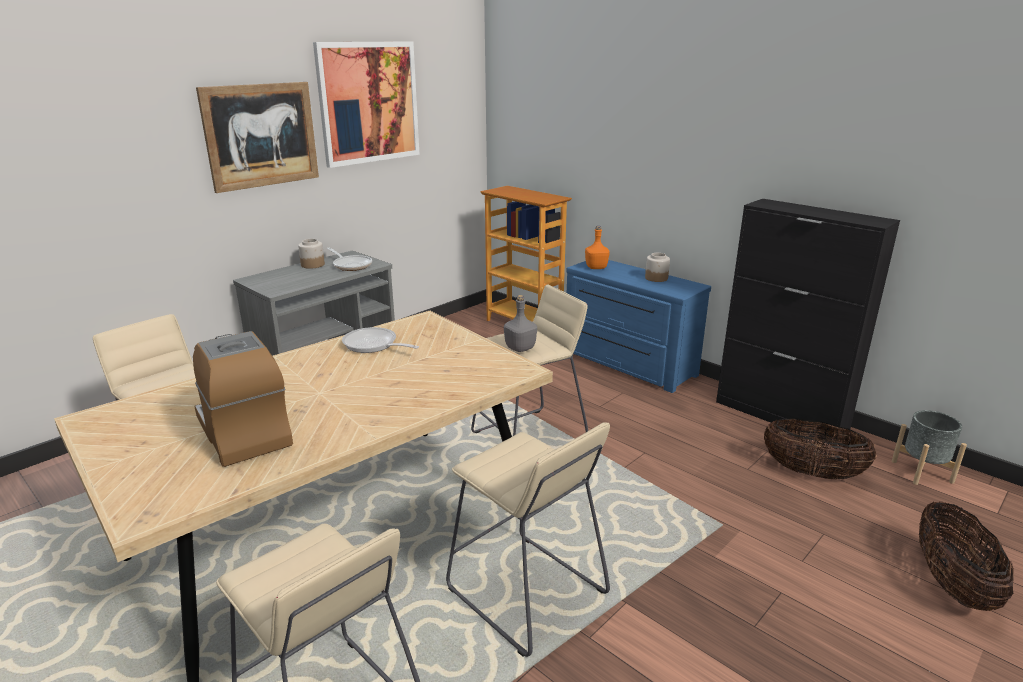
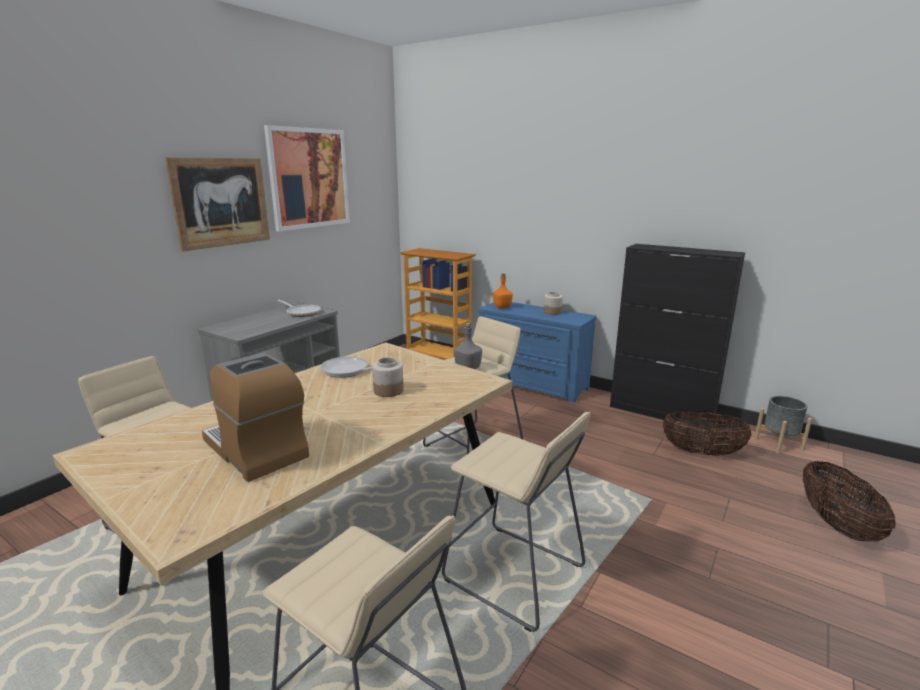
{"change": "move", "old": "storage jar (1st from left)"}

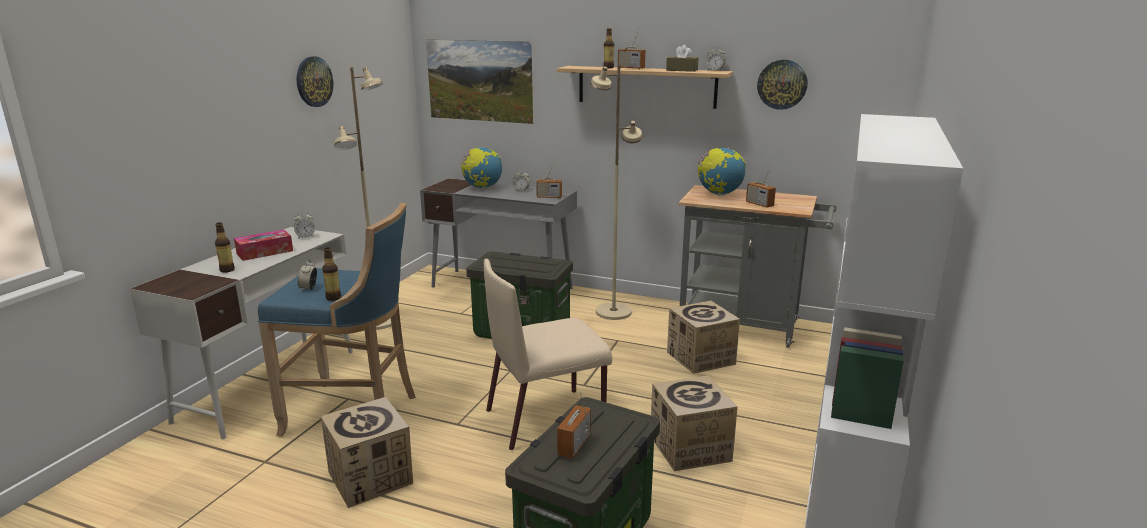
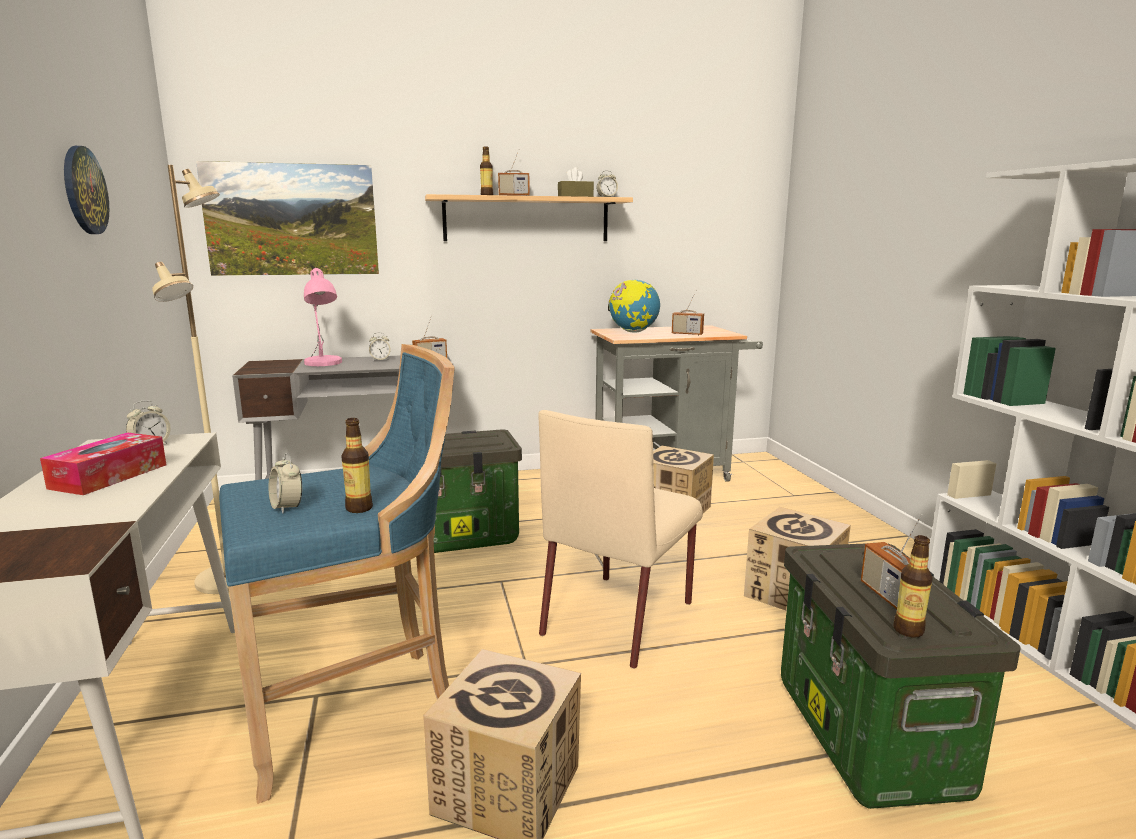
{"change": "replace", "old": "globe (1st from left)", "new": "pinkish tabletop lamp"}
{"change": "move", "old": "drink bottle (1st from left in the first image)", "new": "drink bottle (3rd from left)"}
{"change": "delete", "old": "sand-coloured standing lamp (2nd from left)"}
{"change": "delete", "old": "clock on the wall (2nd from left)"}

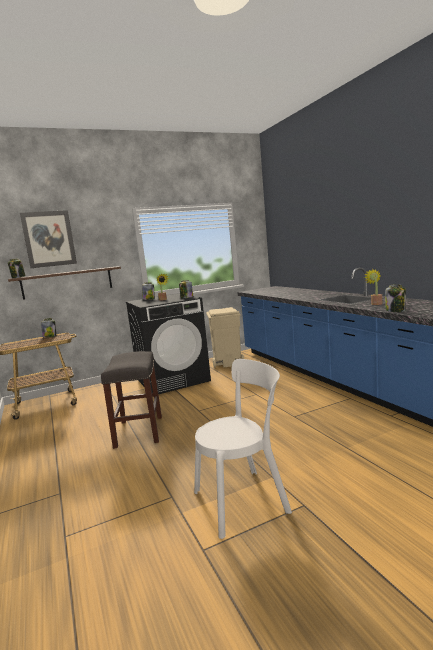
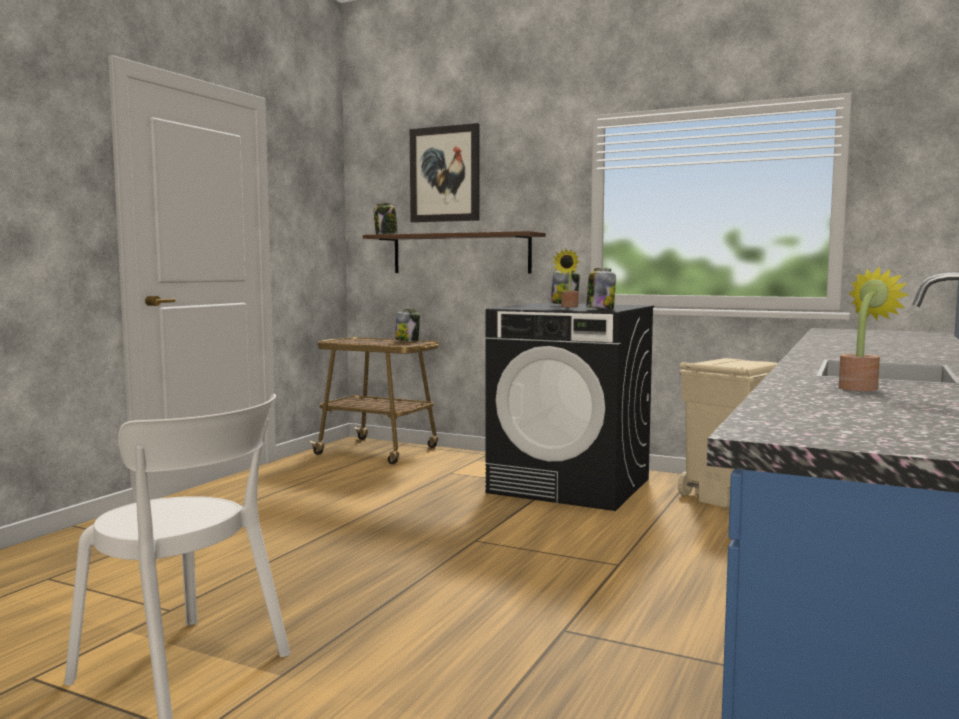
{"change": "delete", "old": "greyish stool"}
{"change": "delete", "old": "storage jar (5th from left)"}

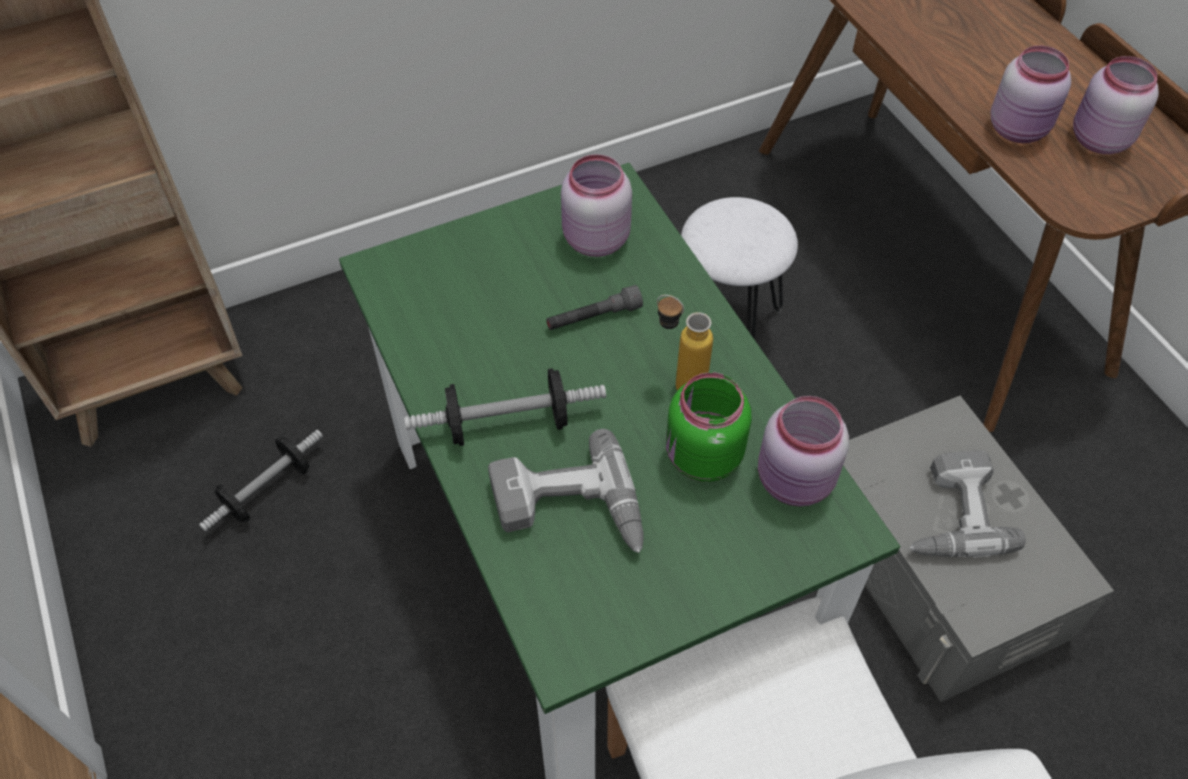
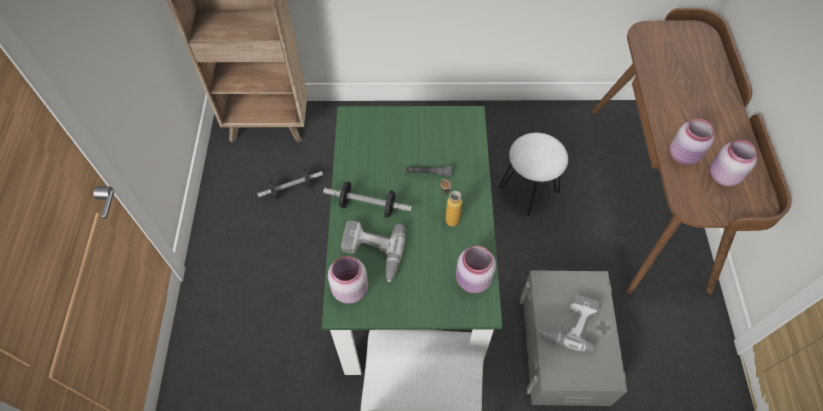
{"change": "move", "old": "pinkish storage jar (1st from left)"}
{"change": "delete", "old": "greenish storage jar"}

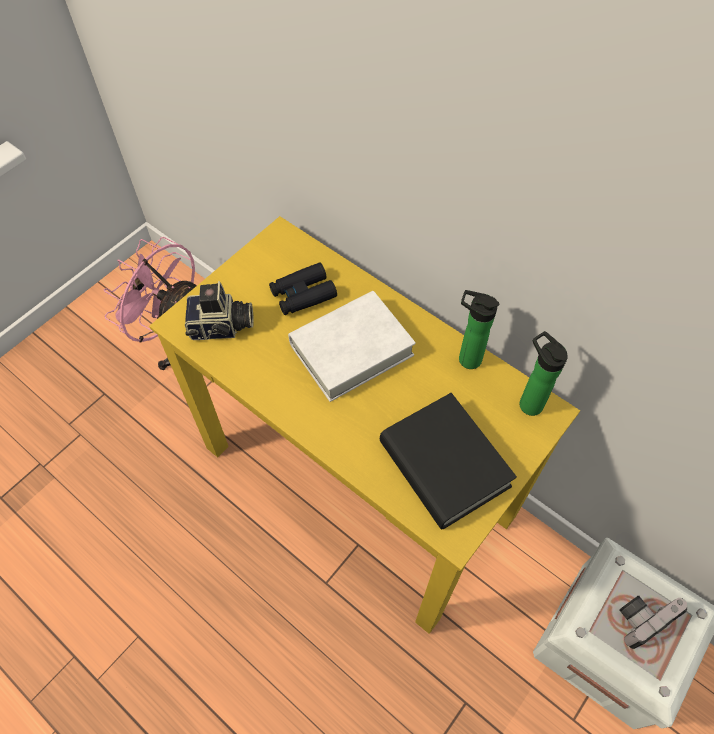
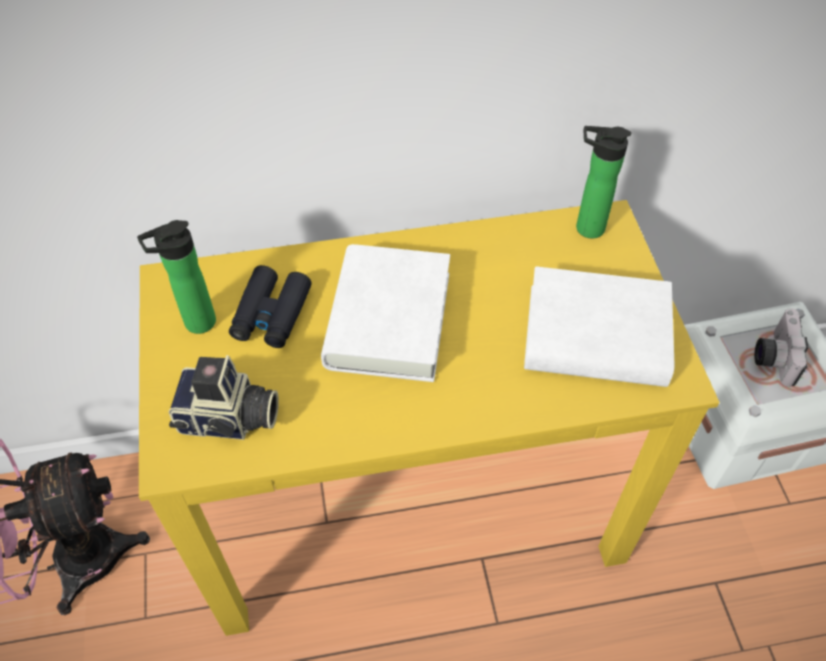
{"change": "move", "old": "drink bottle (1st from left)"}
{"change": "rotate", "old": "photo camera (1st from left)", "degrees": 60}
{"change": "recolor", "old": "black volume", "new": "white volume (2nd from left)"}

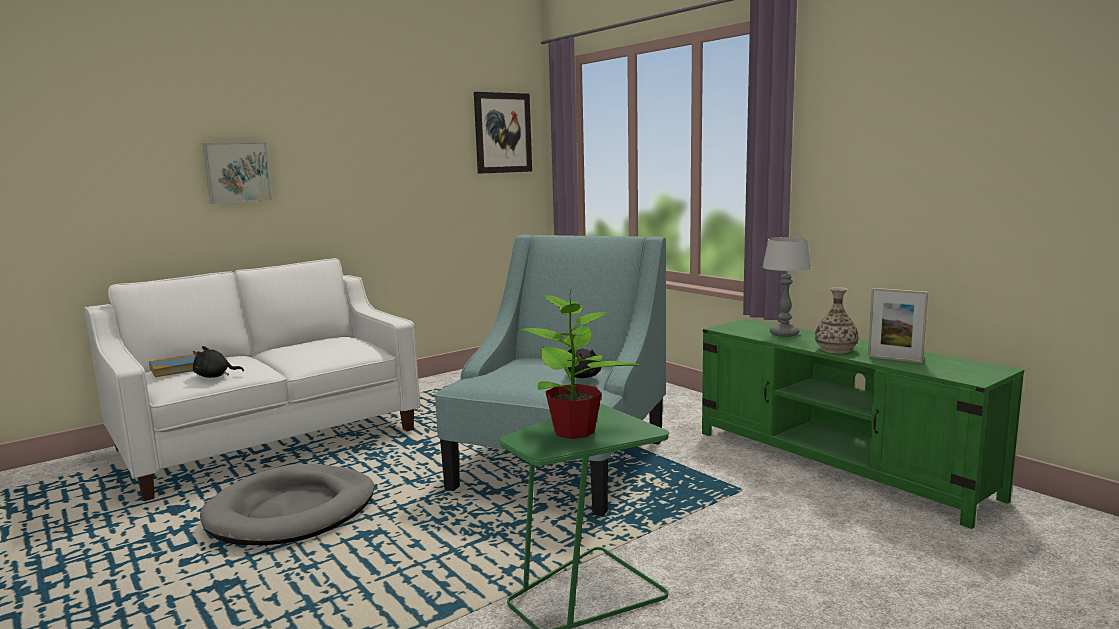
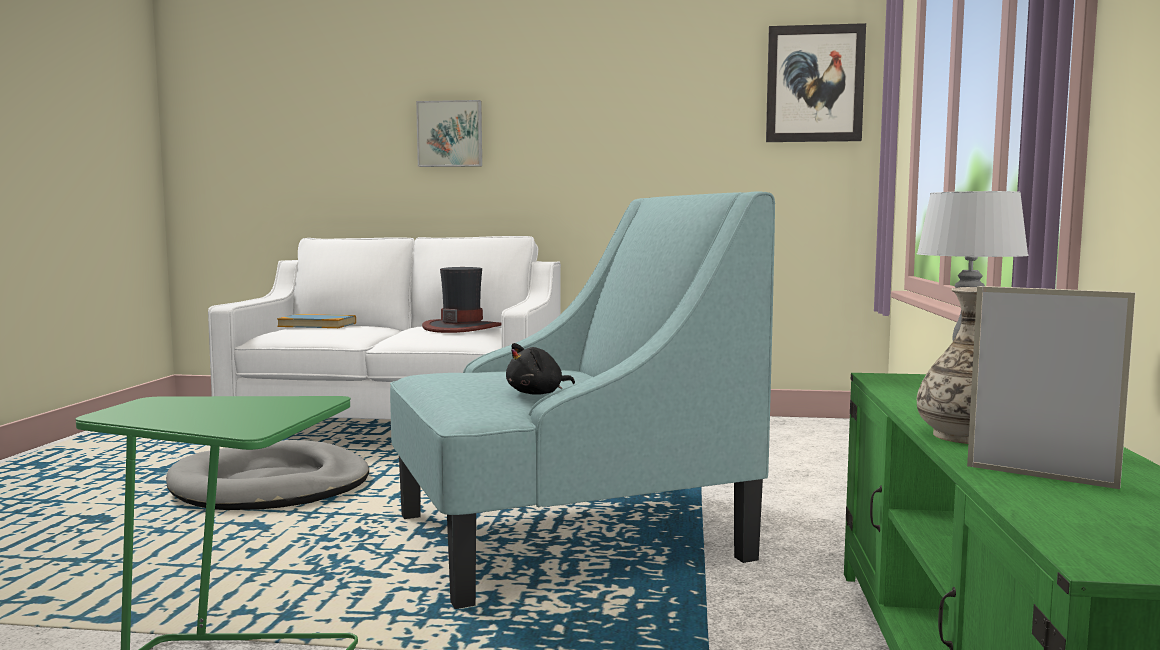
{"change": "insert", "new": "hat"}
{"change": "rotate", "old": "standing frame", "degrees": 135}
{"change": "delete", "old": "black plush toy (1st from left)"}
{"change": "delete", "old": "potted plant"}

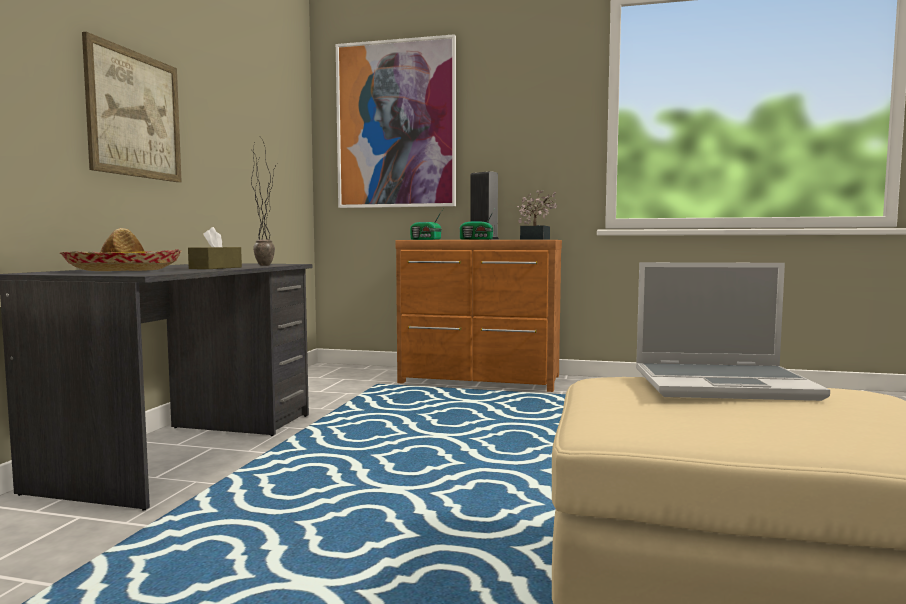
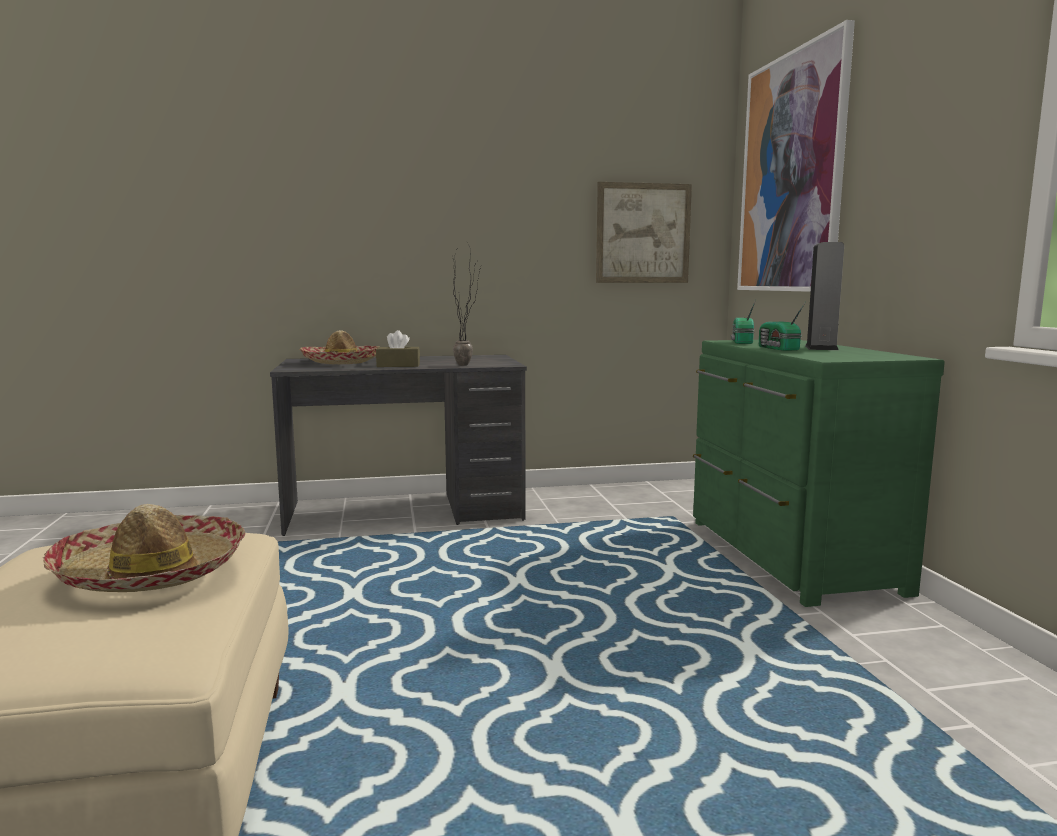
{"change": "replace", "old": "laptop", "new": "hat (1st from left)"}
{"change": "move", "old": "wall art (1st from left)"}
{"change": "recolor", "old": "brown-coloured chest of drawers", "new": "greenish chest of drawers"}
{"change": "delete", "old": "potted plant (2nd from left)"}

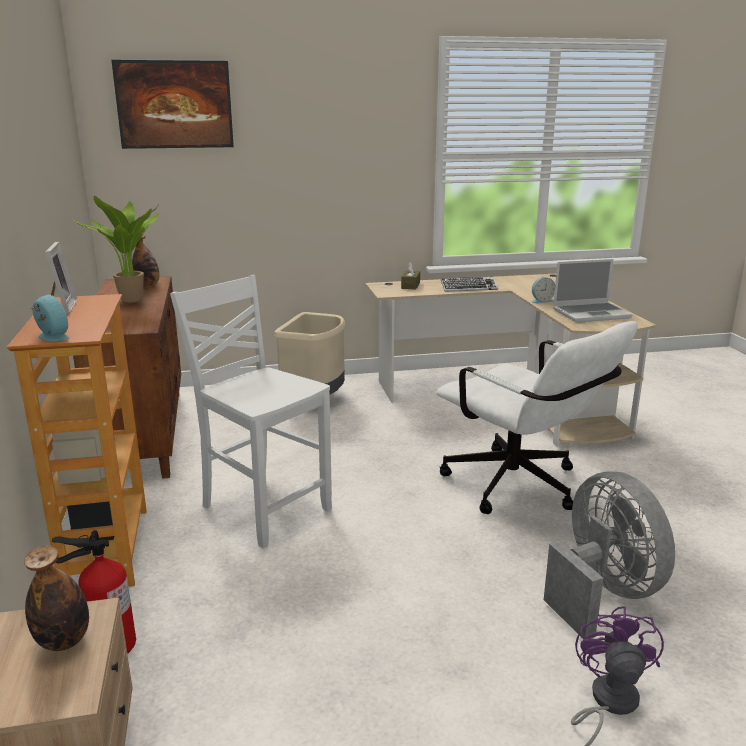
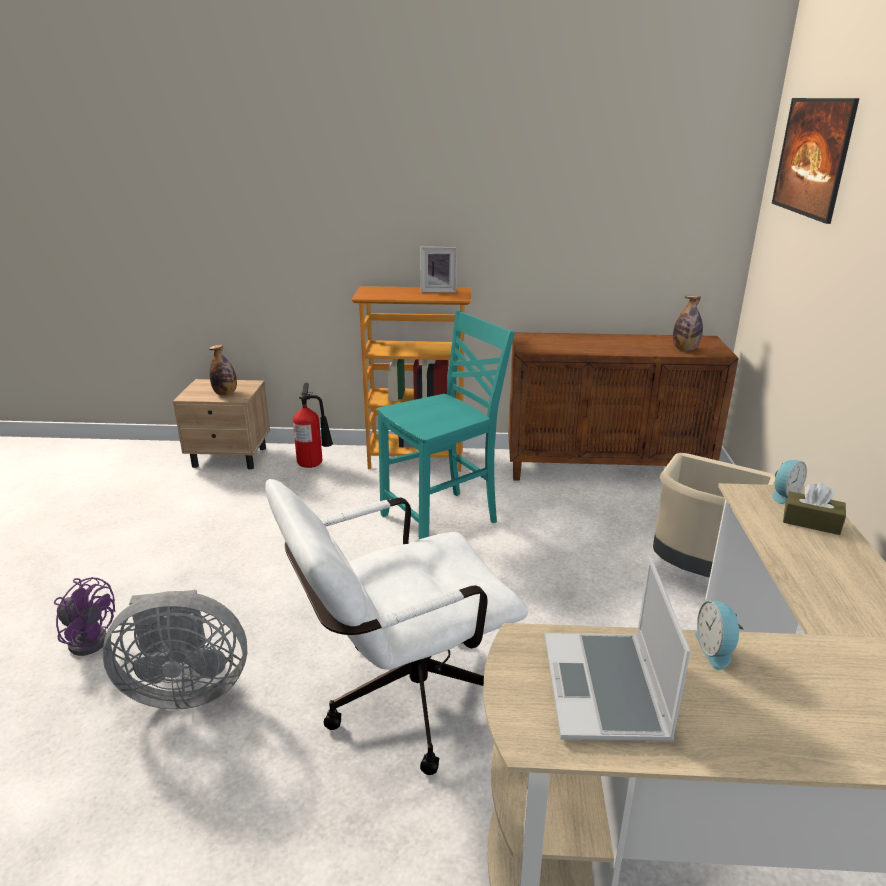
{"change": "recolor", "old": "white chair", "new": "turquoise chair"}
{"change": "move", "old": "alarm clock (1st from left in the first image)", "new": "alarm clock (2nd from left)"}
{"change": "delete", "old": "potted plant"}
{"change": "delete", "old": "keyboard"}

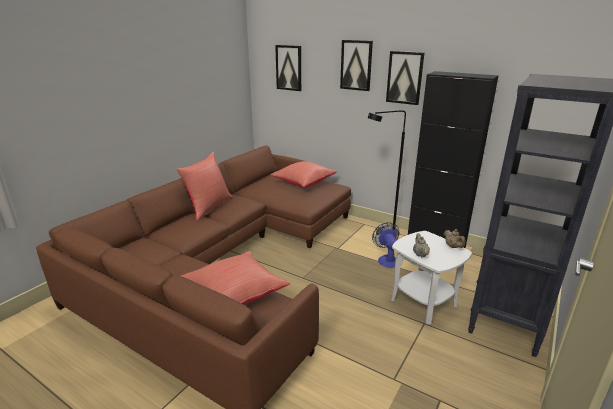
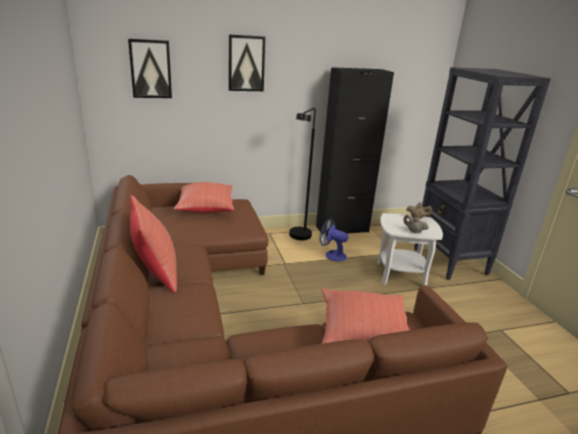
{"change": "delete", "old": "wall art (3rd from left)"}

